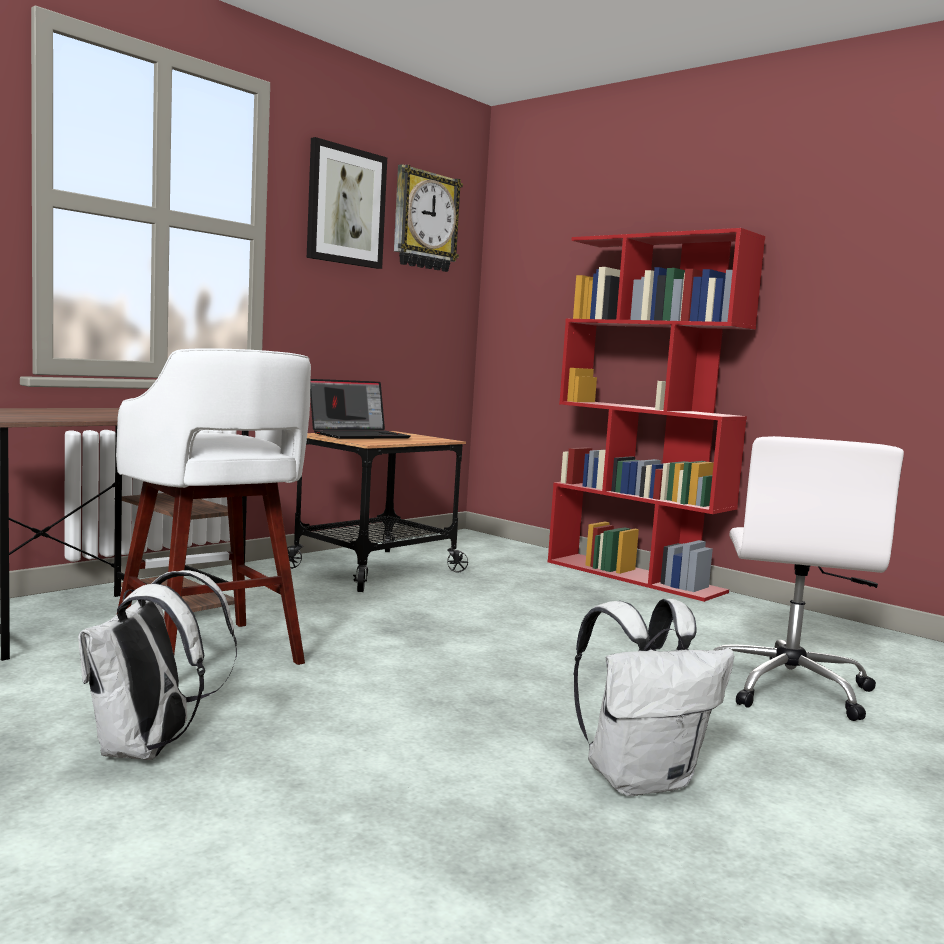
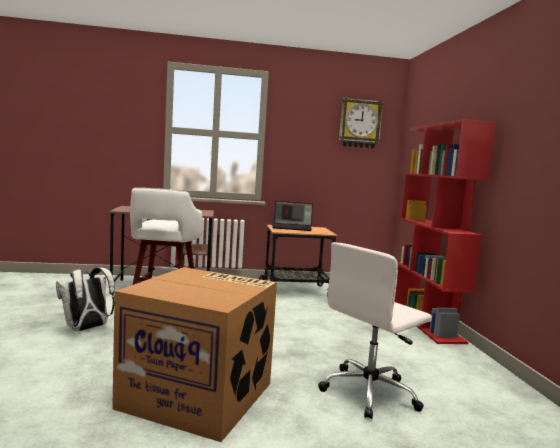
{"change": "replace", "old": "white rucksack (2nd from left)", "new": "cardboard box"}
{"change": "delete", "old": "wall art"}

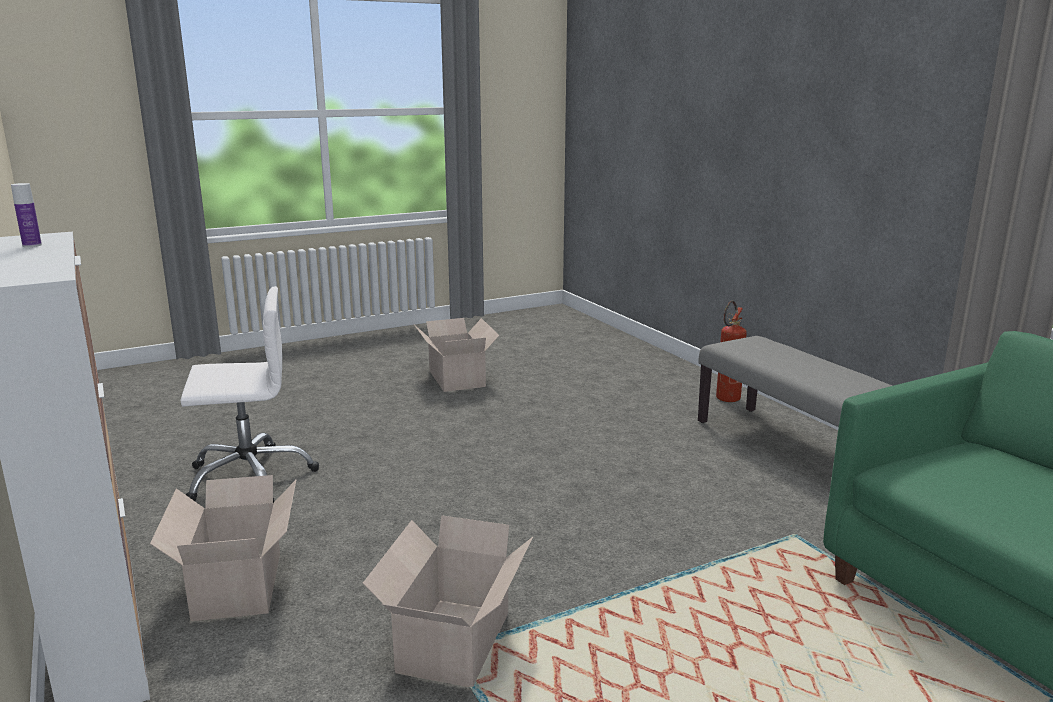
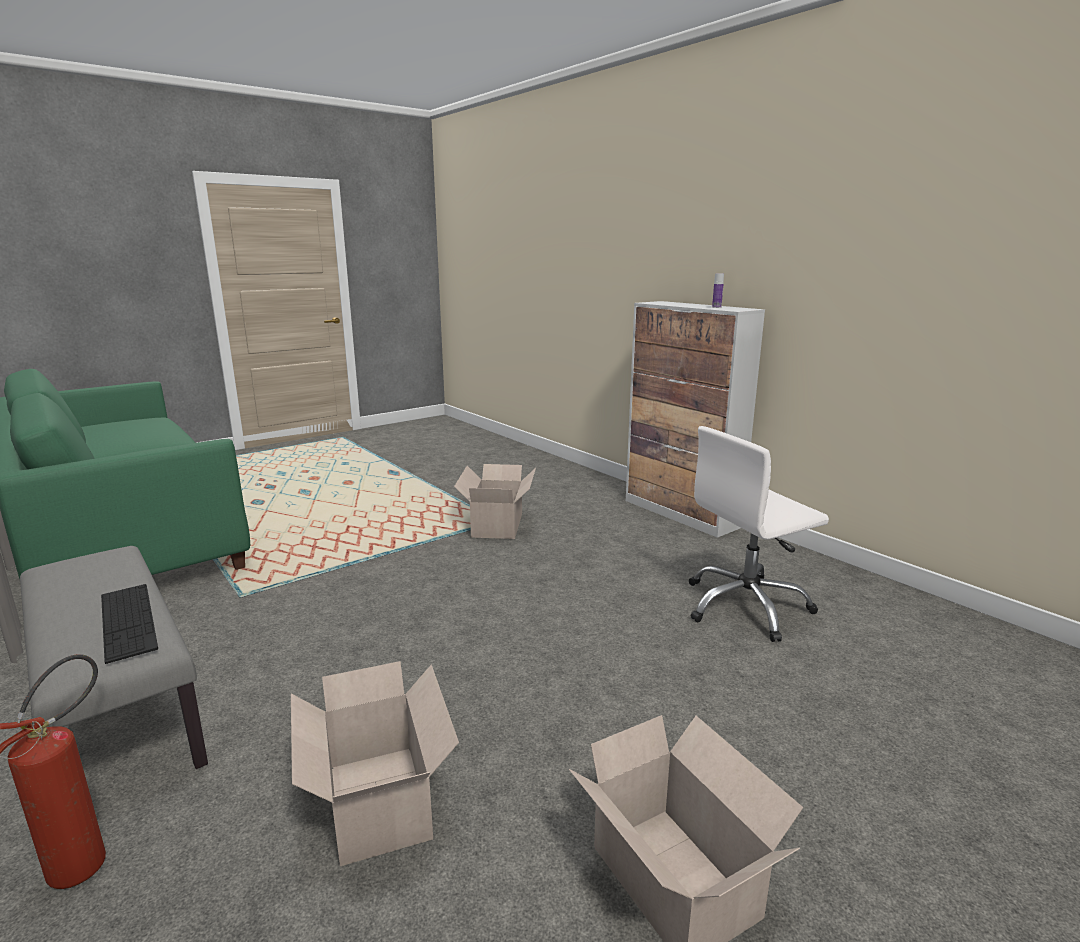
{"change": "insert", "new": "keyboard"}
{"change": "move", "old": "cardboard box (1st from left)"}

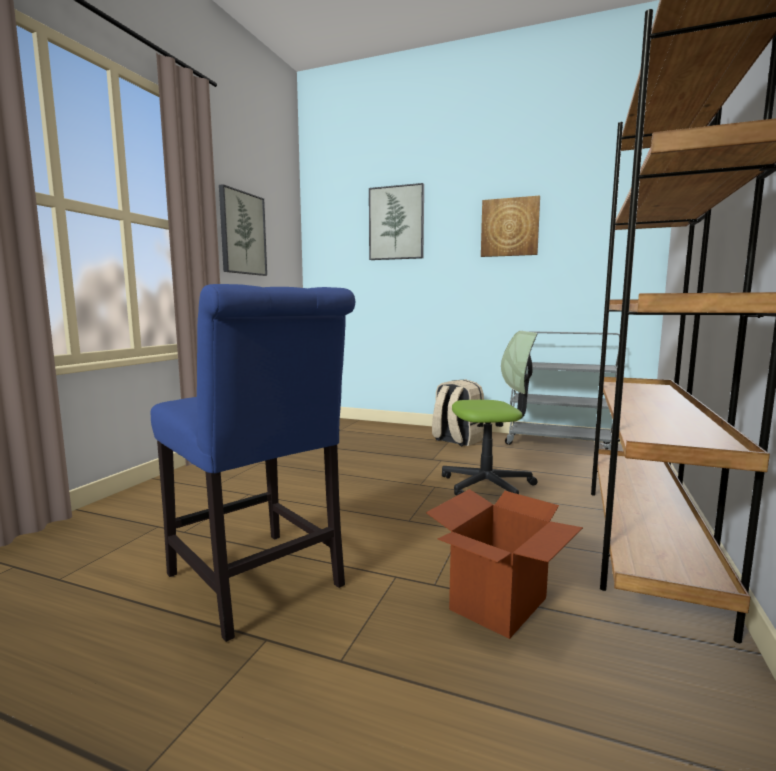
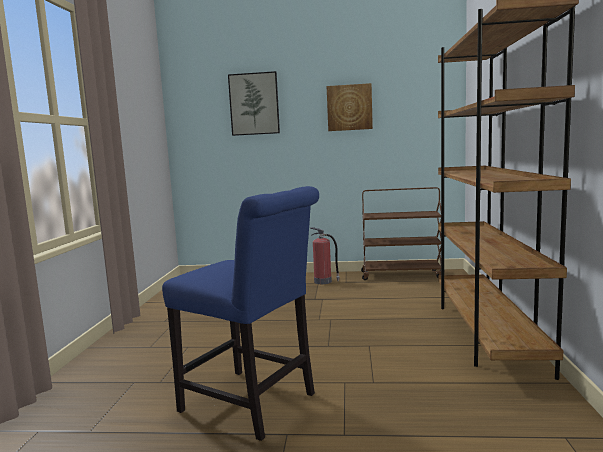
{"change": "replace", "old": "sand-coloured rucksack", "new": "extinguisher"}
{"change": "recolor", "old": "greyish cart", "new": "brown-coloured cart"}
{"change": "delete", "old": "wall art (1st from left)"}
{"change": "delete", "old": "cardboard box"}
{"change": "delete", "old": "office chair"}

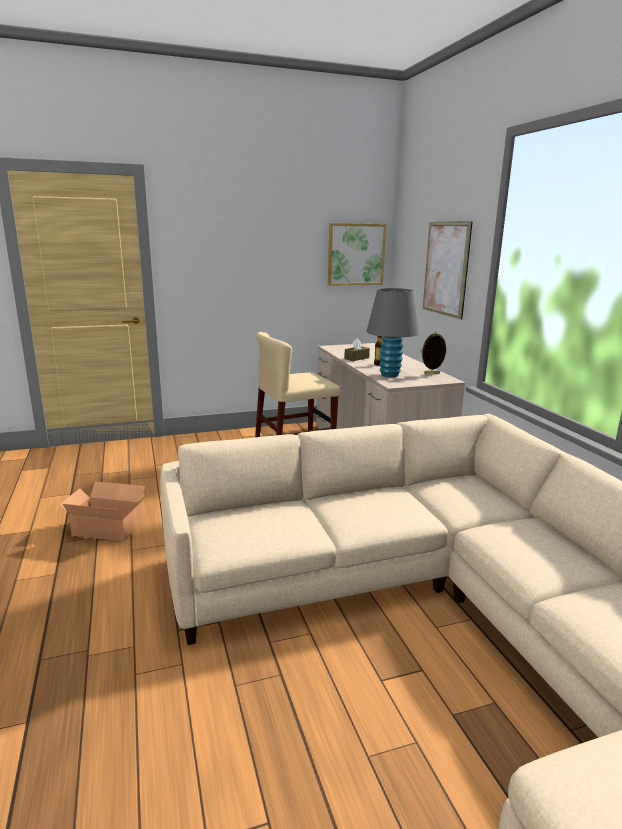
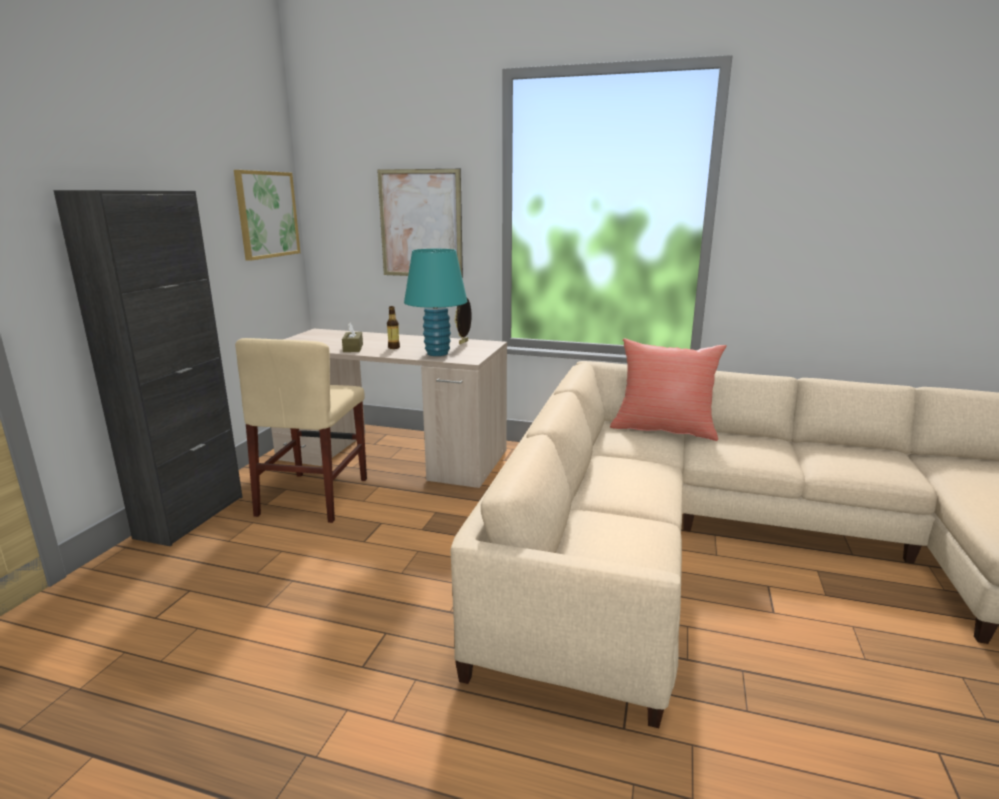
{"change": "insert", "new": "black storage cabinet"}
{"change": "recolor", "old": "greyish tabletop lamp", "new": "turquoise tabletop lamp"}
{"change": "insert", "new": "red-coloured pillow"}
{"change": "delete", "old": "cardboard box"}

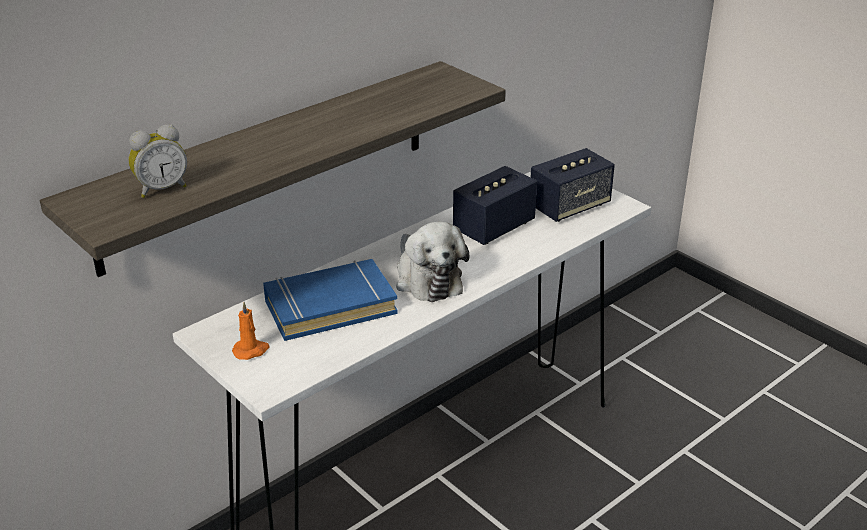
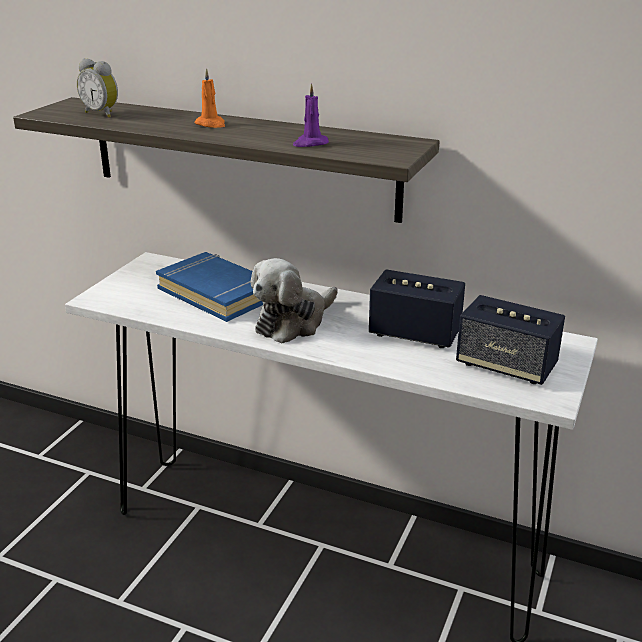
{"change": "move", "old": "orange-coloured candle"}
{"change": "insert", "new": "purple-coloured candle"}

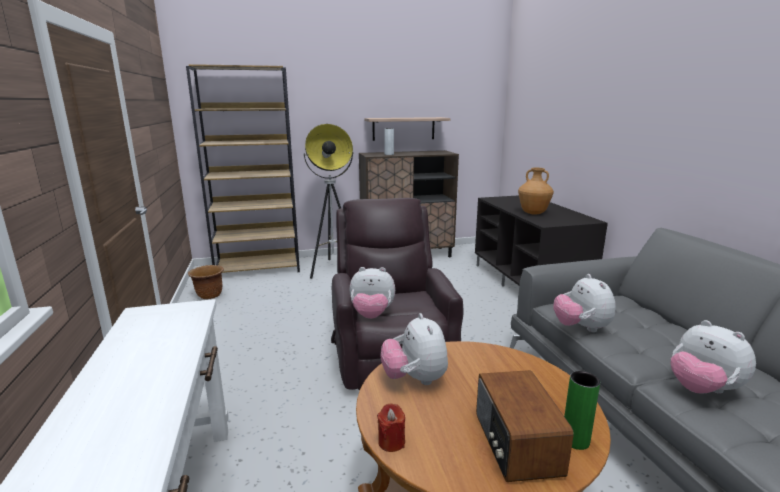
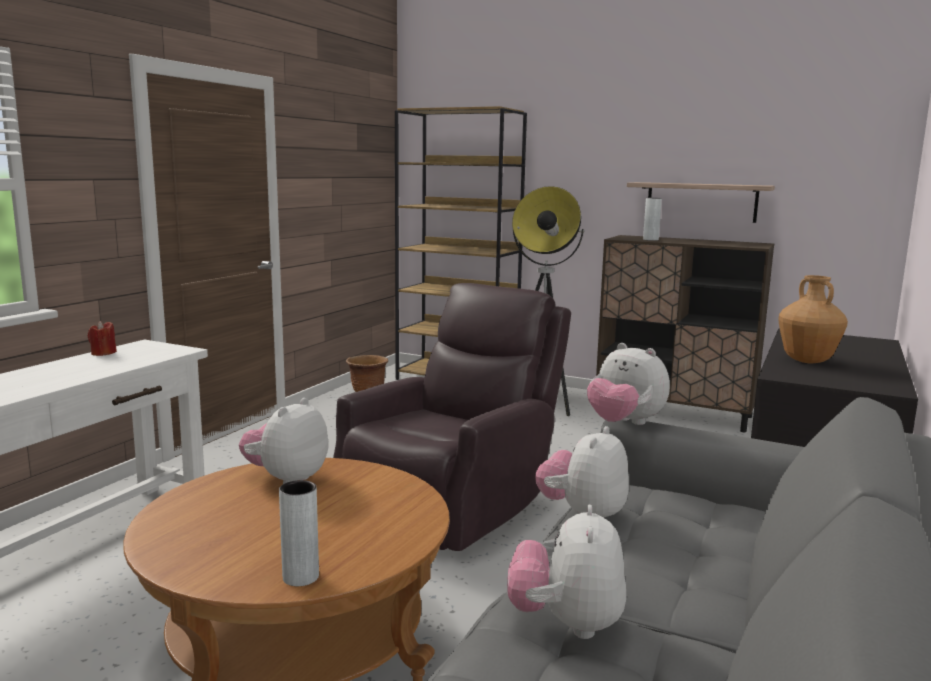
{"change": "move", "old": "red-coloured candle"}
{"change": "recolor", "old": "greenish flower vase", "new": "greyish flower vase (1st from left)"}
{"change": "move", "old": "plush toy (1st from left in the first image)", "new": "plush toy (4th from left)"}
{"change": "delete", "old": "radio"}

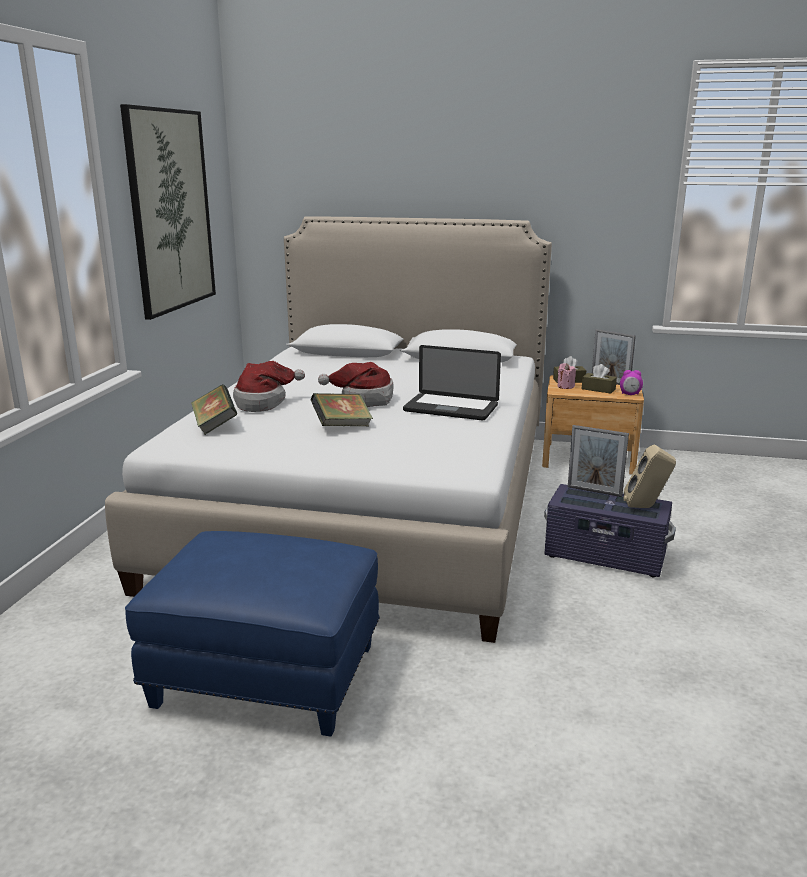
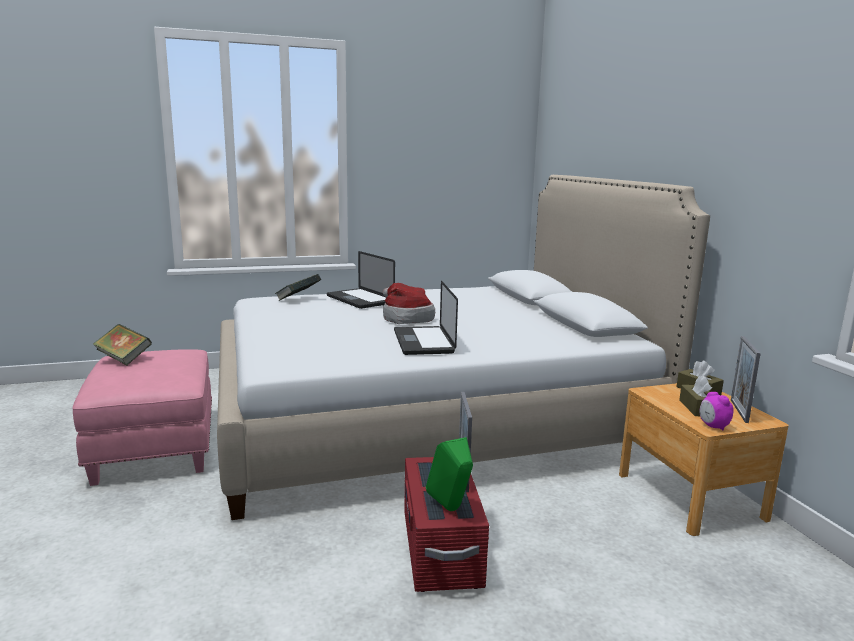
{"change": "recolor", "old": "blue-coloured ottoman", "new": "pinkish ottoman"}
{"change": "move", "old": "volume (2nd from left in the first image)", "new": "volume (1st from left)"}
{"change": "replace", "old": "hat (1st from left)", "new": "laptop (1st from left)"}
{"change": "recolor", "old": "purple-coloured storage container", "new": "red-coloured storage container"}
{"change": "recolor", "old": "sand-coloured loudspeaker", "new": "greenish loudspeaker"}
{"change": "delete", "old": "wall art"}
{"change": "delete", "old": "pinkish candle"}

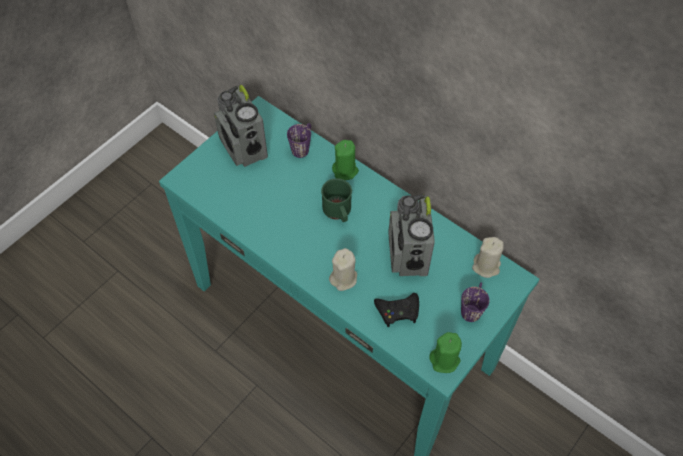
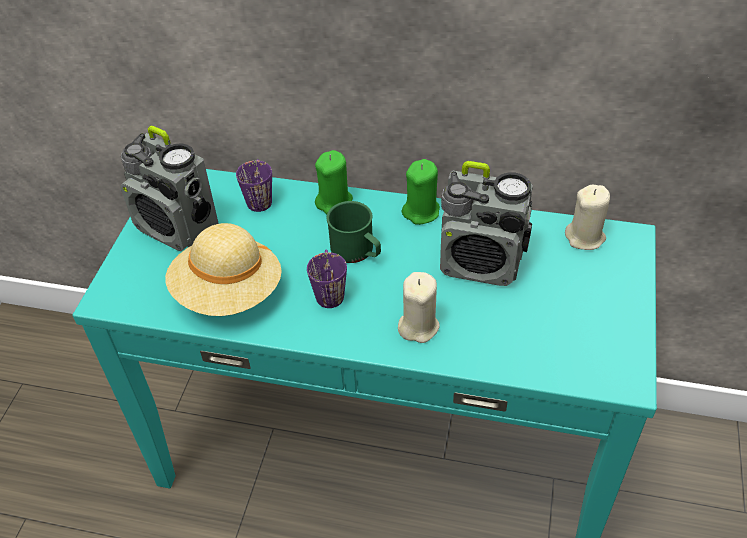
{"change": "insert", "new": "sand-coloured hat"}
{"change": "move", "old": "purple-coloured coffee mug (2nd from left)"}
{"change": "move", "old": "greenish candle (2nd from left)"}
{"change": "rotate", "old": "radio (2nd from left)", "degrees": -45}
{"change": "delete", "old": "black joypad"}

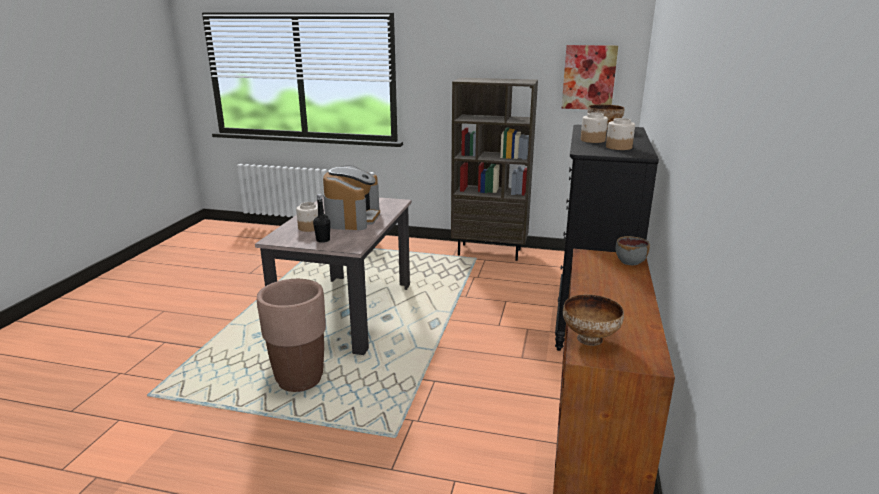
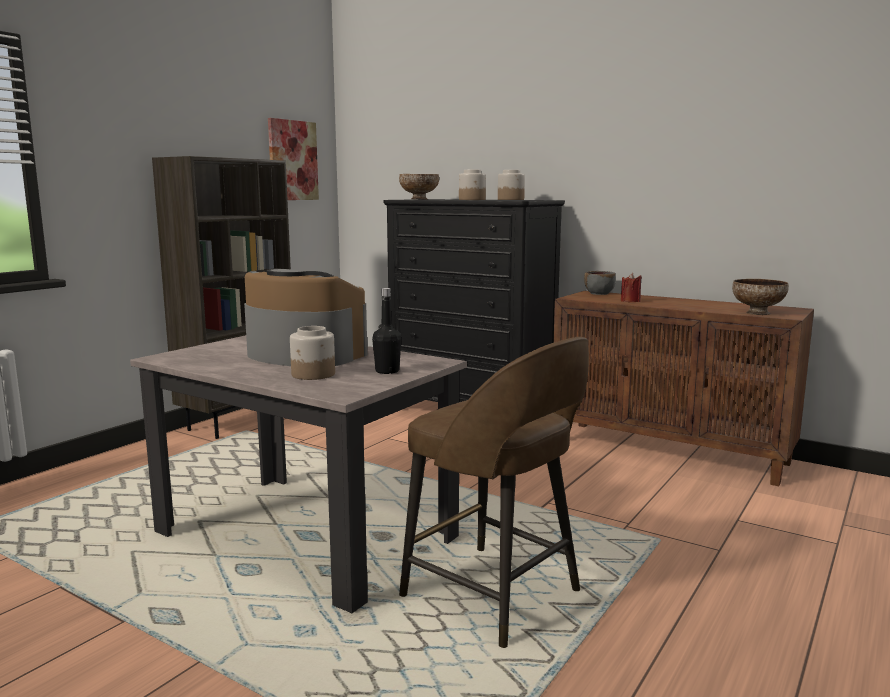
{"change": "replace", "old": "brown-coloured plant pot", "new": "brown-coloured stool"}
{"change": "insert", "new": "red-coloured candle"}

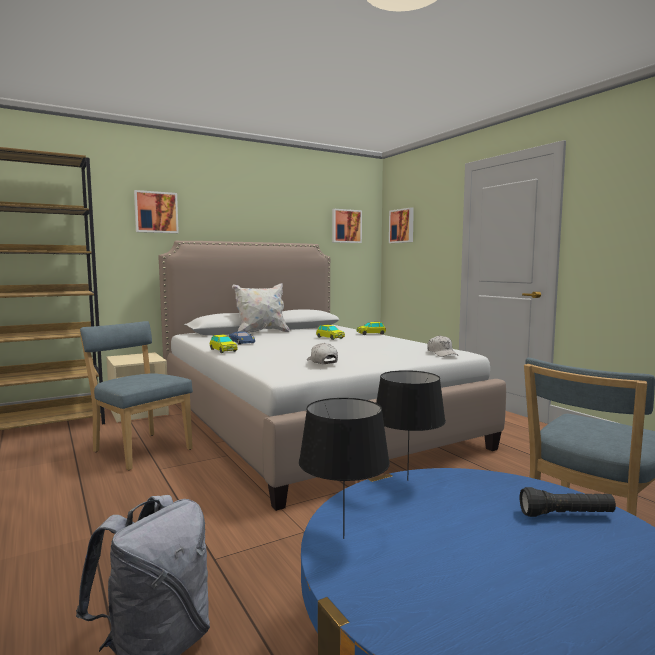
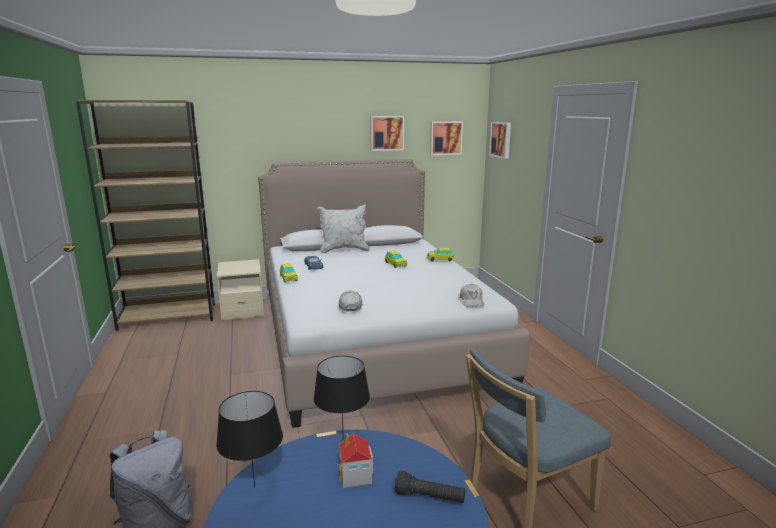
{"change": "insert", "new": "model house"}
{"change": "move", "old": "wall art (1st from left)"}
{"change": "delete", "old": "blue-coloured chair (1st from left)"}

